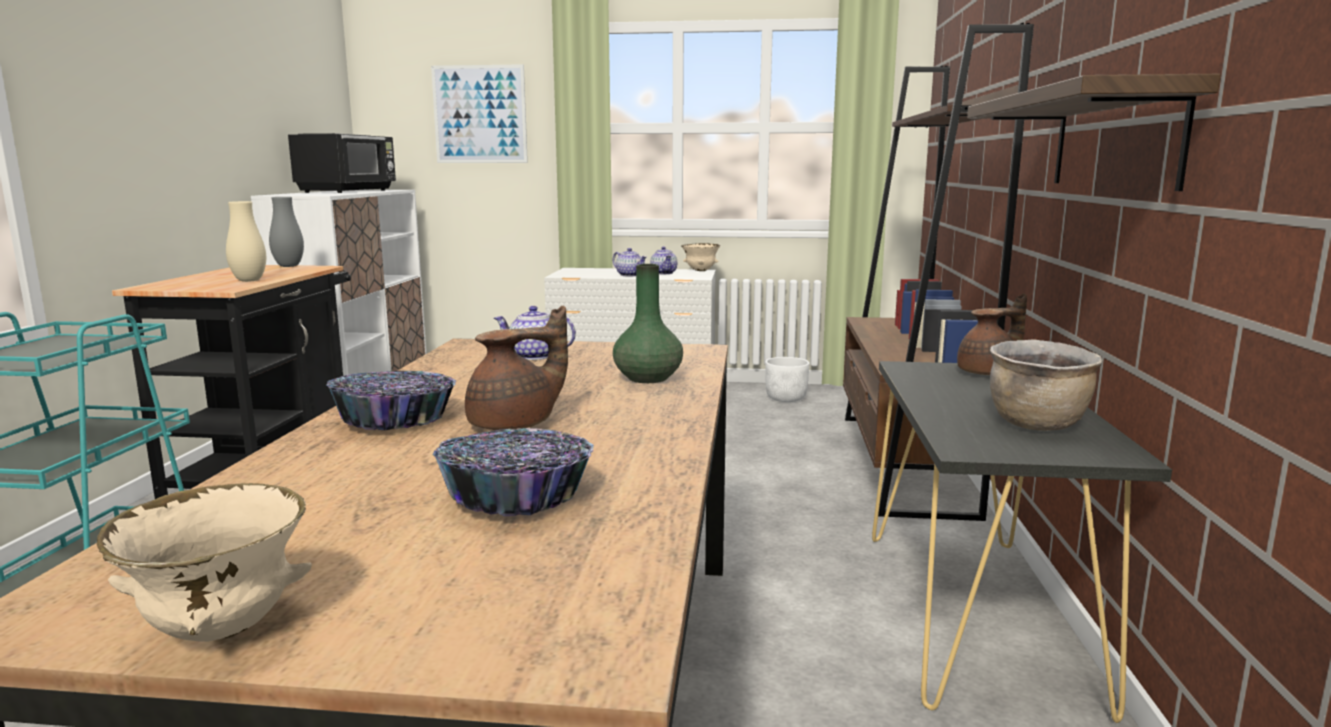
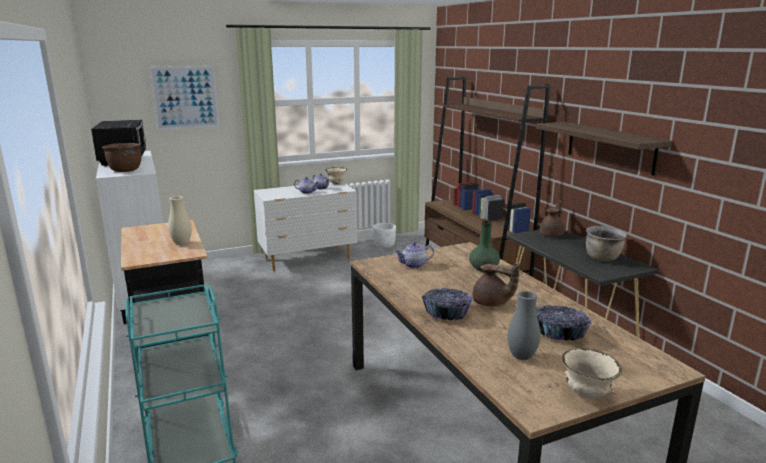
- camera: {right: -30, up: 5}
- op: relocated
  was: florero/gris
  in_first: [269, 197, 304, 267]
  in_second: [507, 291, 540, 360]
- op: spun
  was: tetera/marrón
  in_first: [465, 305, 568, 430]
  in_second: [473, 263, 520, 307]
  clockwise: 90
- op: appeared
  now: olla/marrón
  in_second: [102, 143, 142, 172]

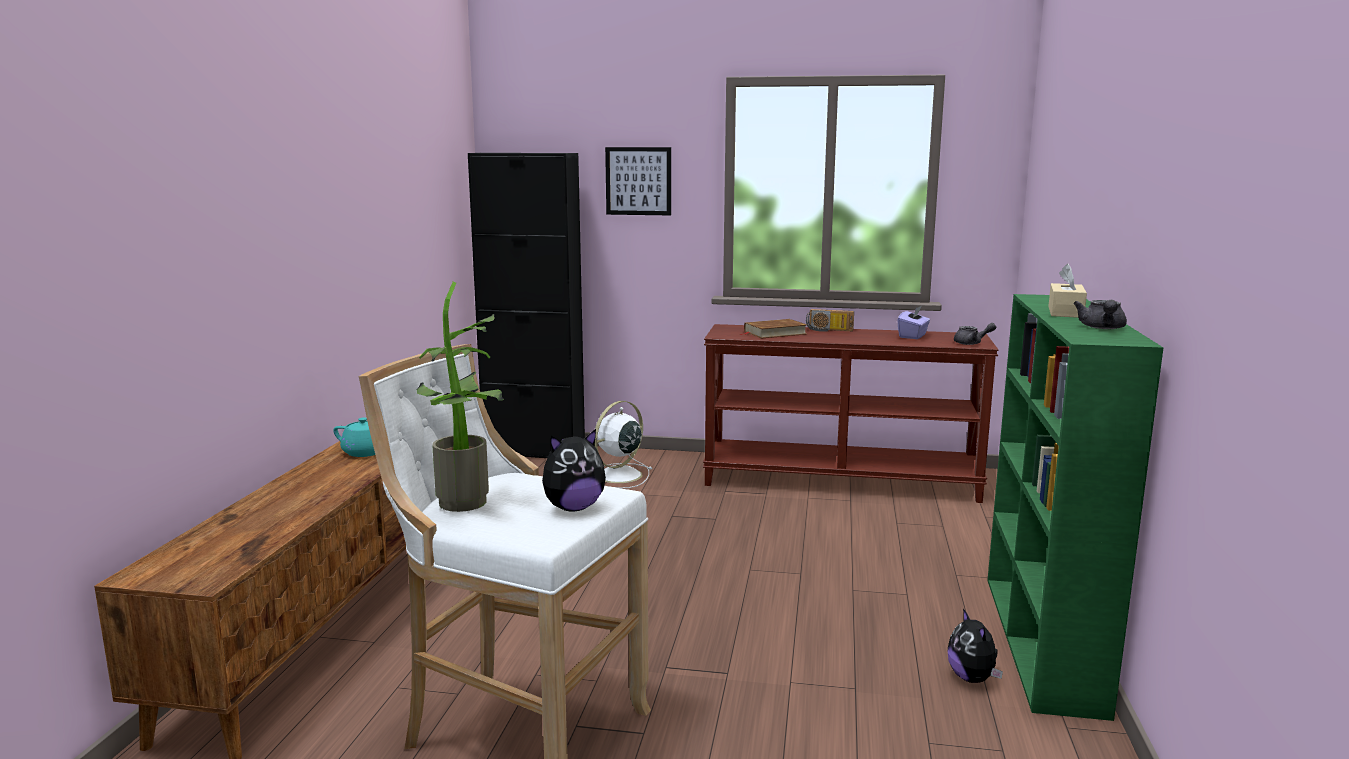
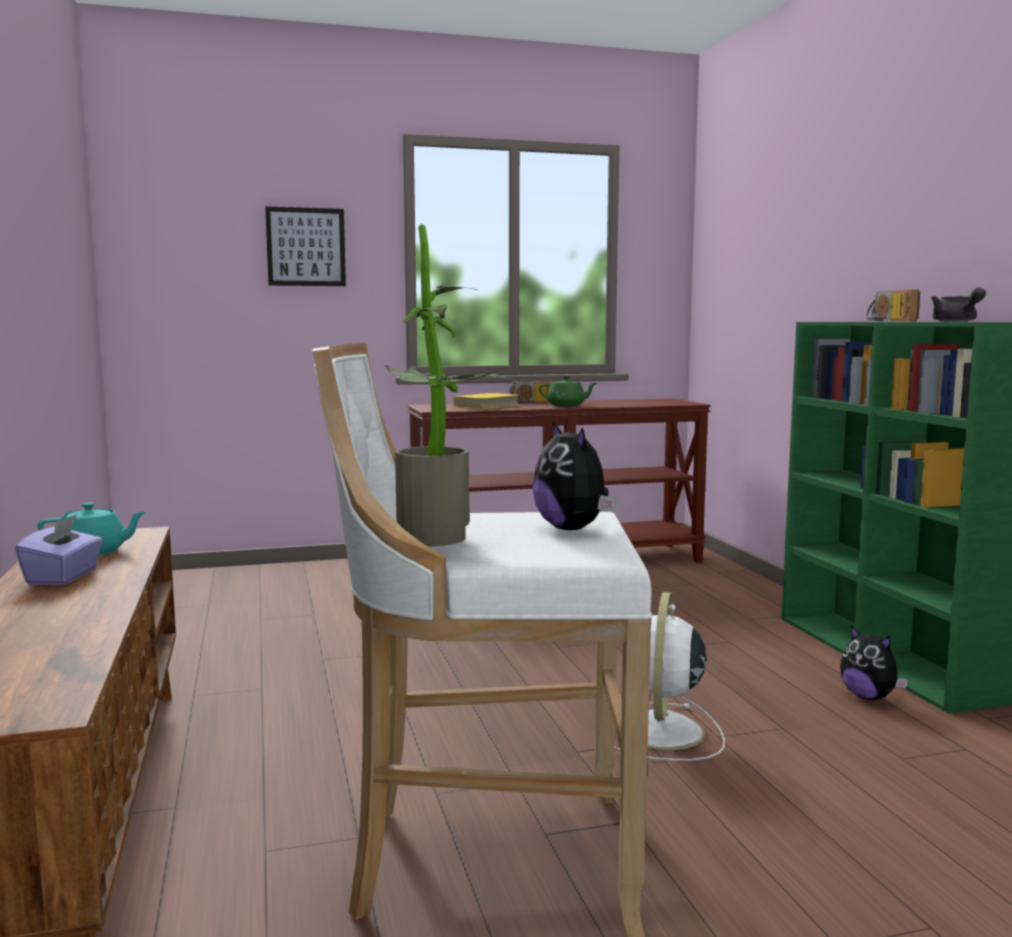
- camera: {right: -25, up: -5}
- op: missing
  was: armario/negro
  in_first: [468, 153, 585, 458]
- op: exchanged
  was: caja de pañuelos/beis
  now: radio
  in_first: [1048, 264, 1087, 318]
  in_second: [867, 290, 920, 321]
- op: relocated
  was: caja de pañuelos/morado
  in_first: [898, 306, 930, 339]
  in_second: [15, 514, 103, 585]
- op: colour
  was: libro/marrón
  now: libro/amarillo
  in_first: [740, 319, 807, 339]
  in_second: [453, 393, 519, 409]
- op: missing
  was: tetera/gris
  in_first: [954, 323, 996, 345]
- op: relocated
  was: ventilador/blanco
  in_first: [595, 401, 652, 488]
  in_second: [614, 592, 725, 761]
- op: spun
  was: peluche
  in_first: [542, 429, 606, 511]
  in_second: [533, 422, 616, 530]
  clockwise: 120
- op: appeared
  now: tetera/verde
  in_second: [539, 376, 597, 406]

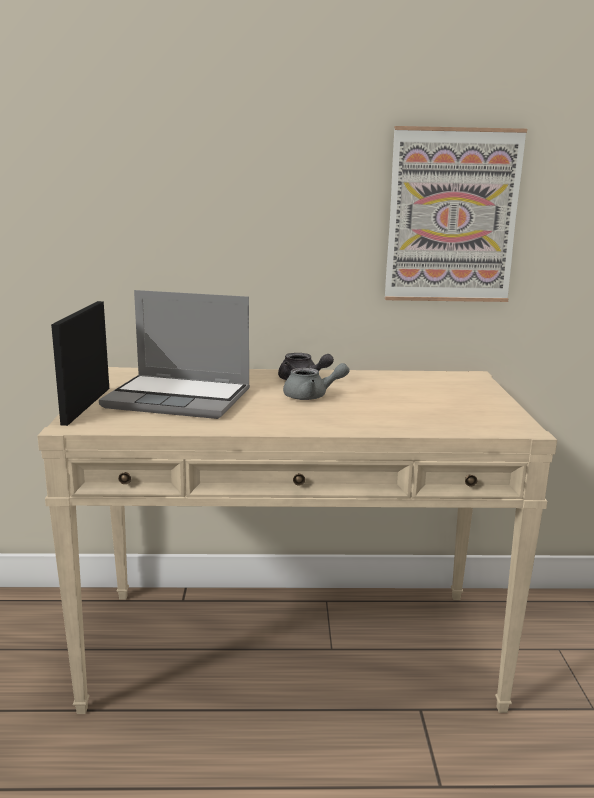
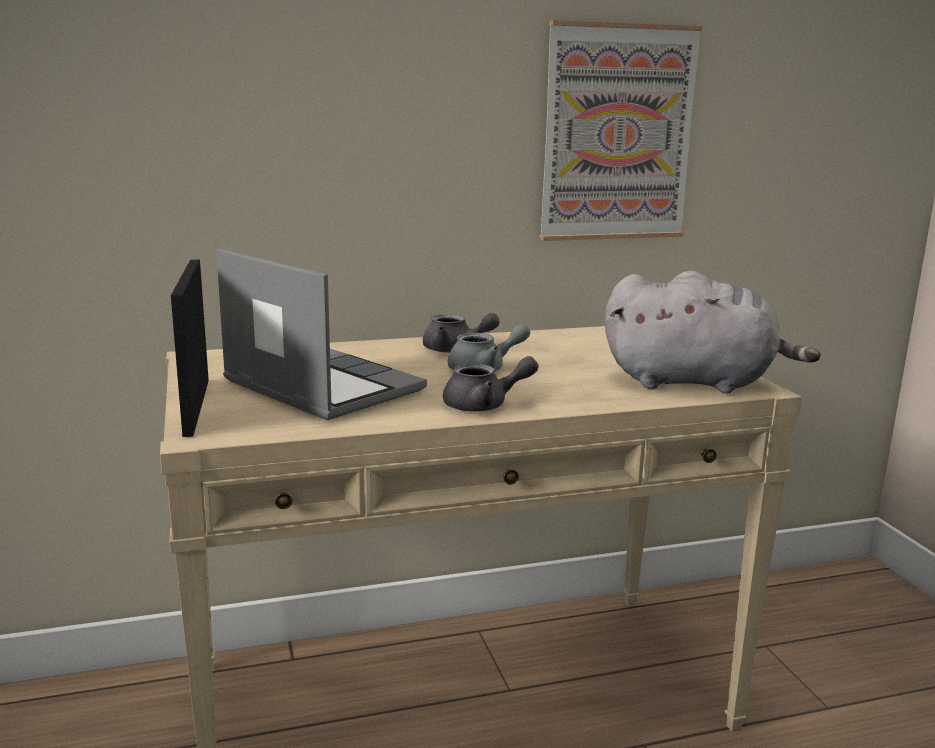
- camera: {right: -15, up: 0}
- op: spun
  was: portátil
  in_first: [99, 290, 250, 419]
  in_second: [216, 248, 427, 420]
  clockwise: -135
- op: appeared
  now: peluche/gris
  in_second: [605, 271, 821, 394]
- op: appeared
  now: tetera/gris
  in_second: [443, 356, 539, 412]

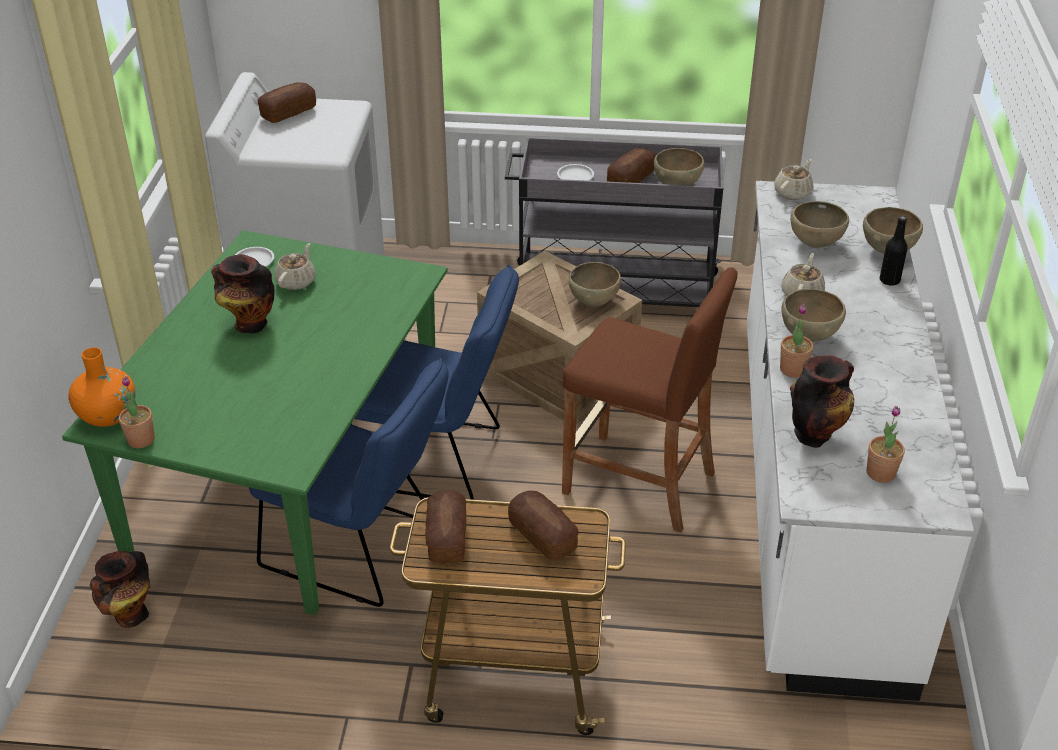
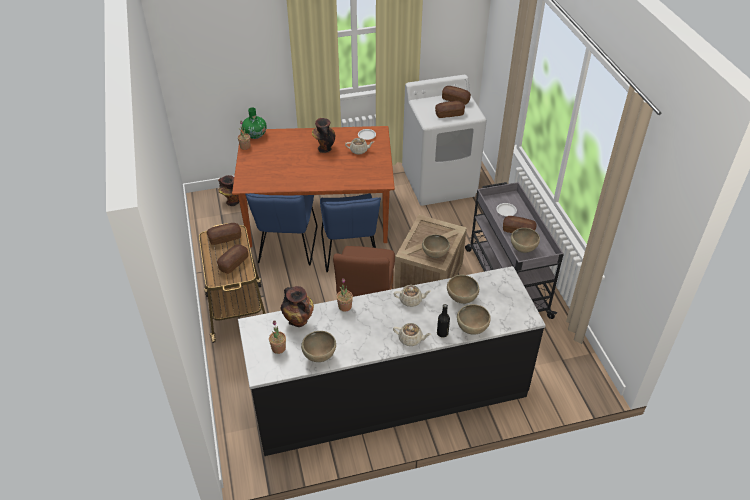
- camera: {right: 70, up: 5}
- op: relocated
  was: tetera/beis
  in_first: [774, 159, 813, 200]
  in_second: [393, 323, 431, 346]
- op: colour
  was: mueble bajo de cocina/blanco
  now: mueble bajo de cocina/negro
  in_first: [747, 181, 974, 701]
  in_second: [238, 266, 546, 456]
- op: colour
  was: mesa de comedor/verde
  now: mesa de comedor/marrón
  in_first: [62, 230, 448, 615]
  in_second: [232, 126, 395, 247]
- op: relocated
  was: cuenco/marrón
  in_first: [781, 289, 846, 342]
  in_second: [301, 331, 336, 362]
- op: colour
  was: florero/naranja
  now: florero/verde
  in_first: [68, 347, 136, 427]
  in_second: [242, 107, 267, 139]
- op: appeared
  now: pan
  in_second: [435, 101, 465, 118]

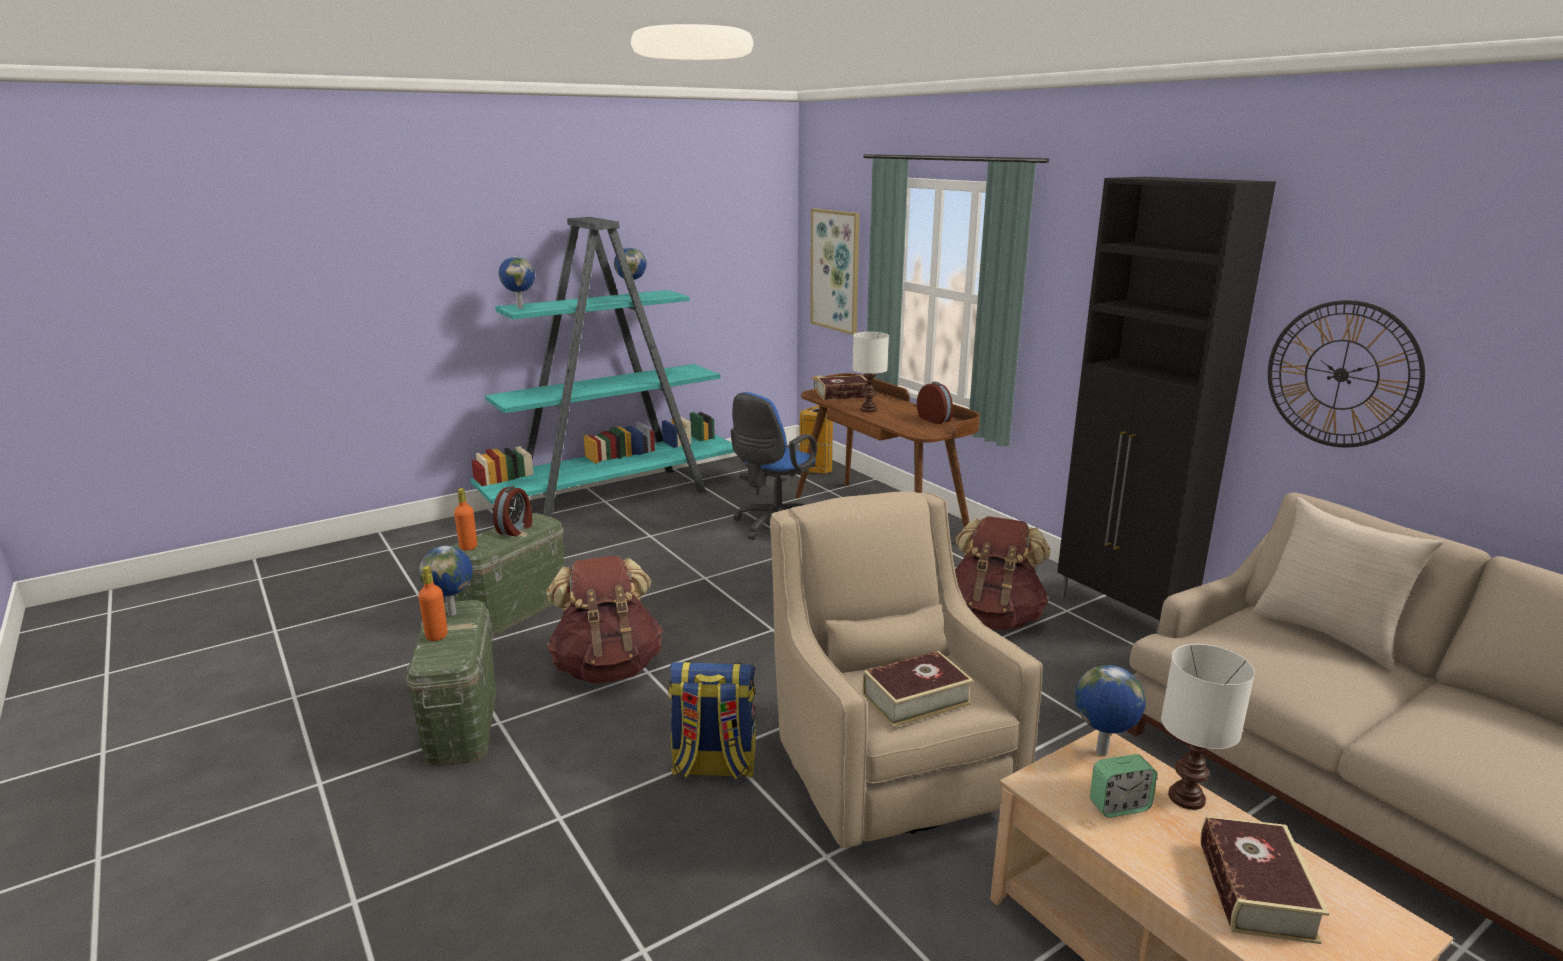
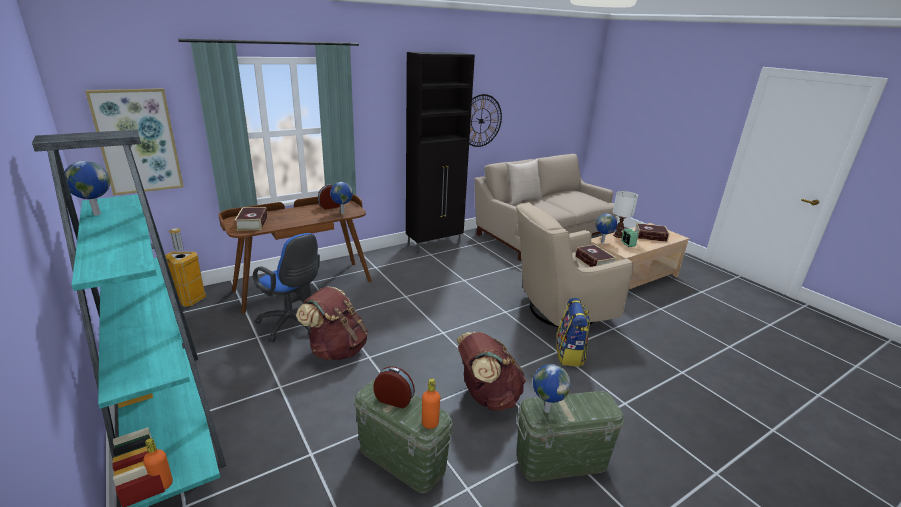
- camera: {right: -90, up: 5}
- op: relocated
  was: globo terráqueo
  in_first: [499, 256, 535, 309]
  in_second: [330, 182, 353, 214]
- op: missing
  was: lámpara de mesa/blanco
  in_first: [852, 332, 889, 412]
- op: relocated
  was: mochila/marrón
  in_first: [955, 516, 1051, 630]
  in_second: [296, 286, 368, 361]
- op: relocated
  was: botella/naranja
  in_first: [418, 566, 448, 641]
  in_second: [143, 438, 173, 490]

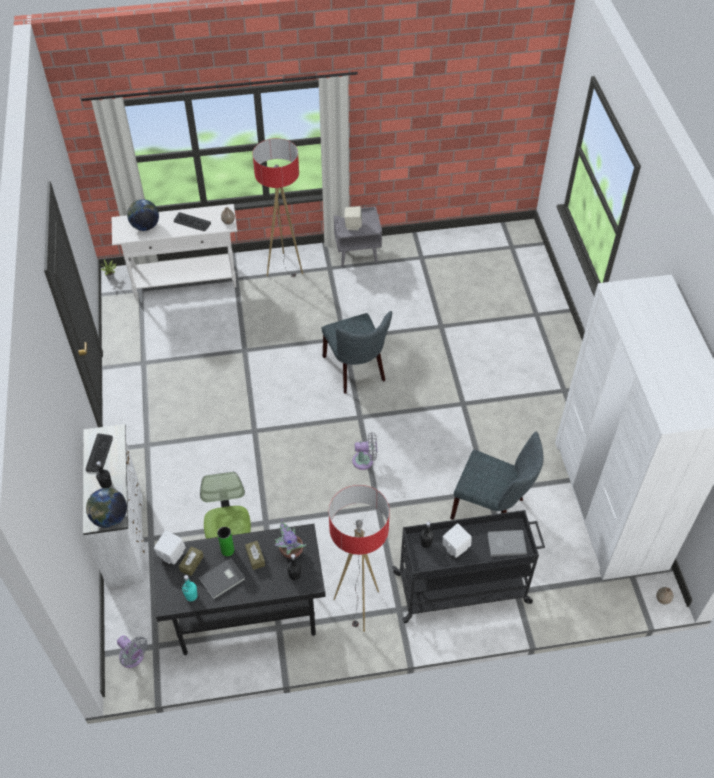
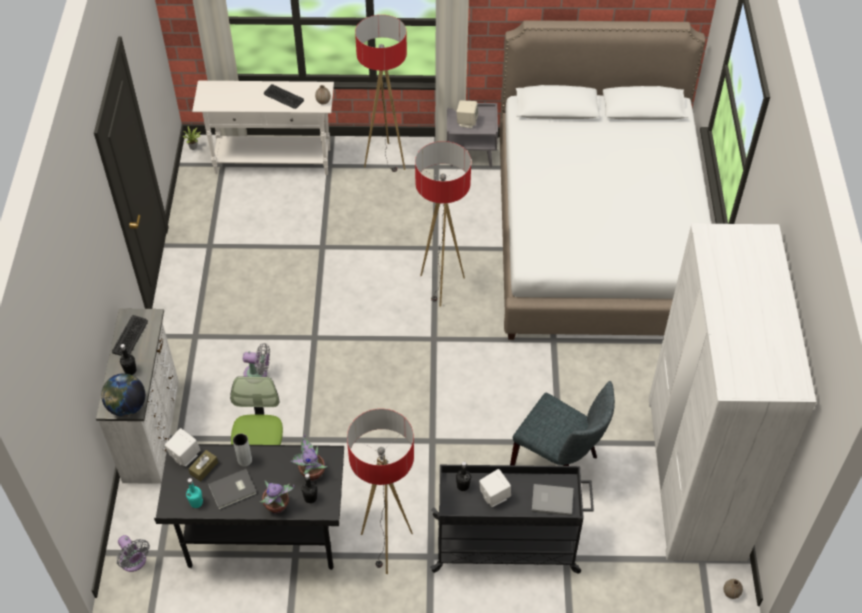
- camera: {right: 10, up: 0}
- op: missing
  was: globo terráqueo
  in_first: [127, 199, 159, 231]
- op: exchanged
  was: silla/gris
  now: lámpara de pie
  in_first: [322, 311, 392, 394]
  in_second: [415, 141, 471, 307]
- op: relocated
  was: ventilador/gris
  in_first: [352, 432, 377, 470]
  in_second: [243, 343, 270, 377]
- op: colour
  was: florero/verde
  now: florero/gris
  in_first: [217, 527, 234, 556]
  in_second: [233, 433, 252, 467]
- op: missing
  was: caja de pañuelos/marrón
  in_first: [245, 541, 265, 570]
- op: appeared
  now: cama/blanco
  in_second: [499, 20, 711, 340]
- op: appeared
  now: planta en maceta
  in_second: [260, 480, 295, 514]

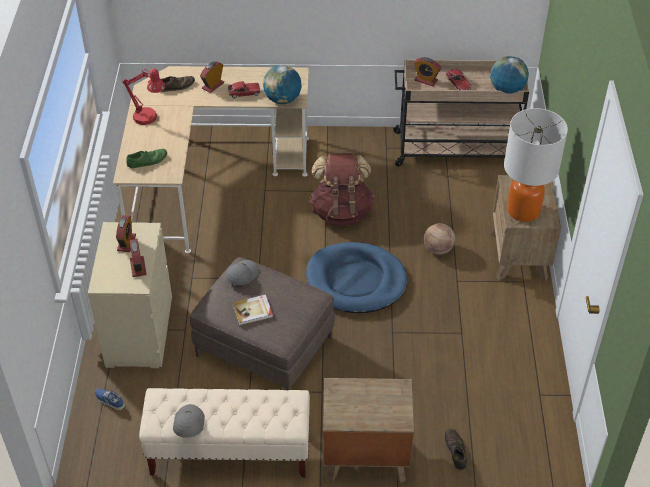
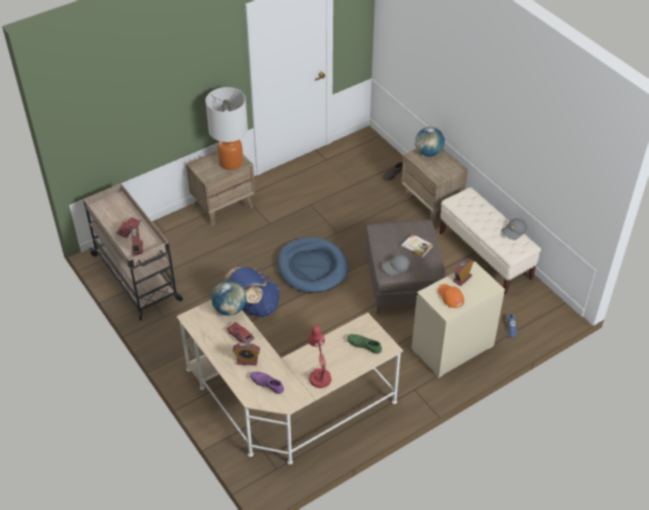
- camera: {right: -125, up: 0}
- op: relocated
  was: globo terráqueo
  in_first: [490, 56, 529, 94]
  in_second: [415, 127, 445, 157]
- op: colour
  was: zapato/marrón
  now: zapato/morado
  in_first: [161, 76, 195, 92]
  in_second: [250, 371, 284, 394]
- op: colour
  was: mochila/marrón
  now: mochila/azul
  in_first: [309, 153, 374, 226]
  in_second: [224, 267, 280, 317]
- op: exchanged
  was: despertador
  now: gorra/naranja
  in_first: [116, 215, 136, 252]
  in_second: [438, 284, 464, 308]
- op: missing
  was: balón de baloncesto
  in_first: [424, 223, 455, 255]

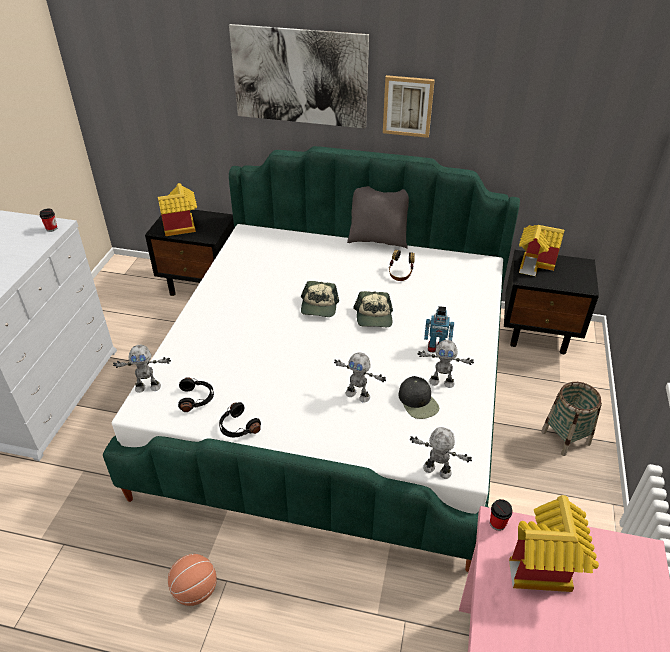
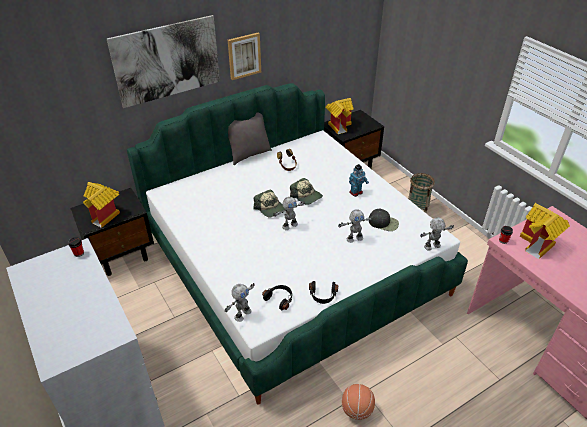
- camera: {right: -45, up: 0}
- op: relocated
  was: robot de juguete
  in_first: [418, 340, 474, 388]
  in_second: [273, 197, 305, 230]

